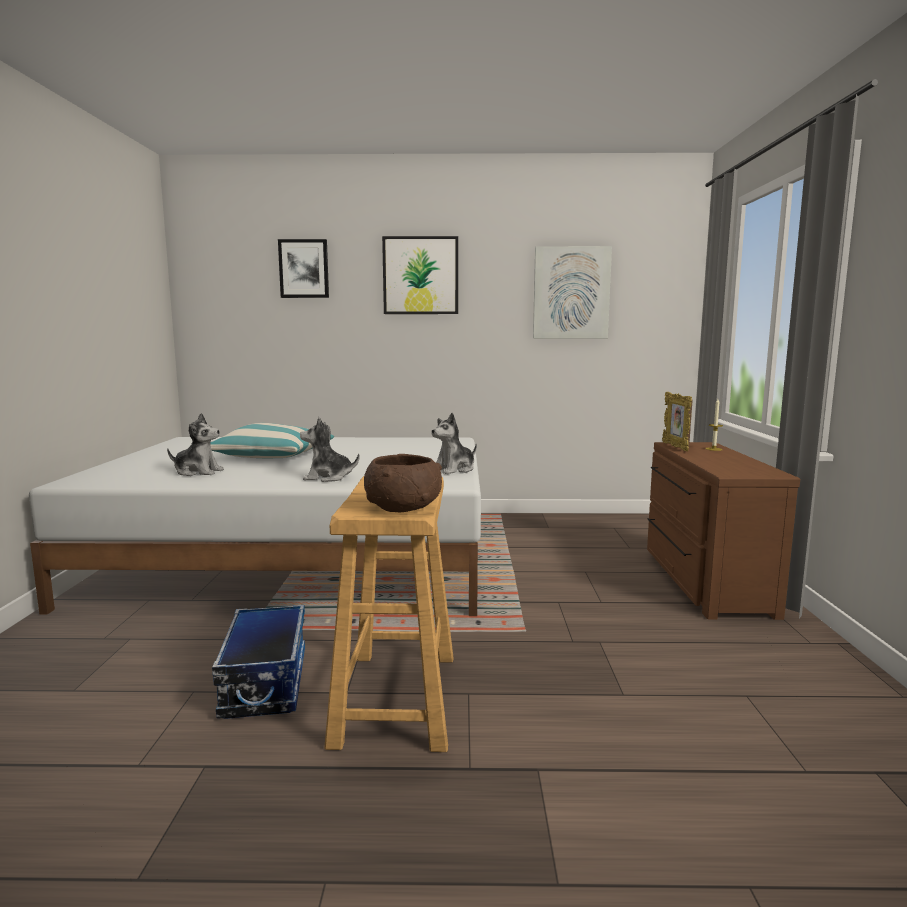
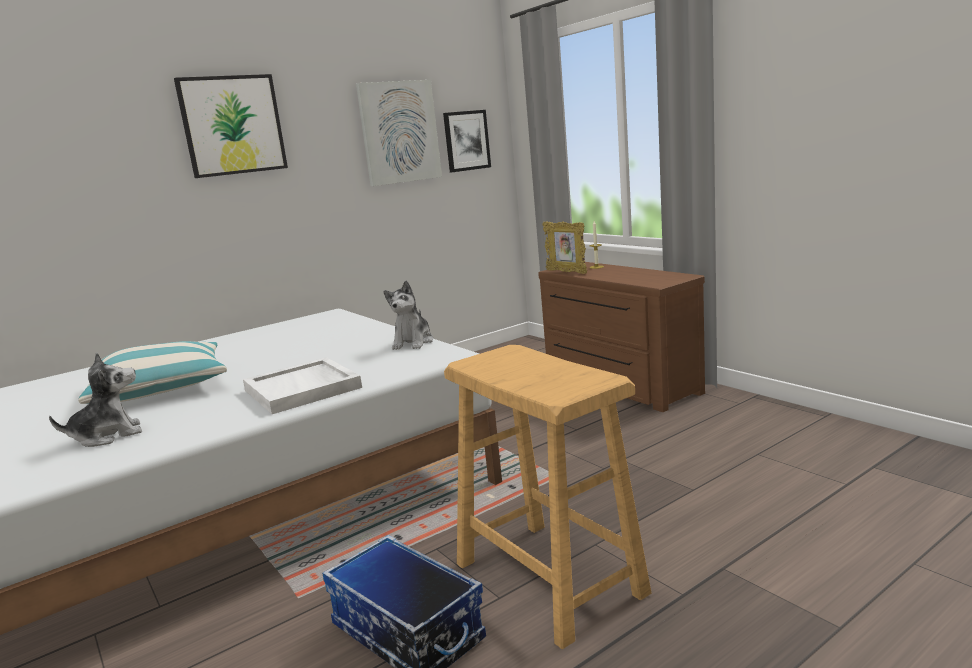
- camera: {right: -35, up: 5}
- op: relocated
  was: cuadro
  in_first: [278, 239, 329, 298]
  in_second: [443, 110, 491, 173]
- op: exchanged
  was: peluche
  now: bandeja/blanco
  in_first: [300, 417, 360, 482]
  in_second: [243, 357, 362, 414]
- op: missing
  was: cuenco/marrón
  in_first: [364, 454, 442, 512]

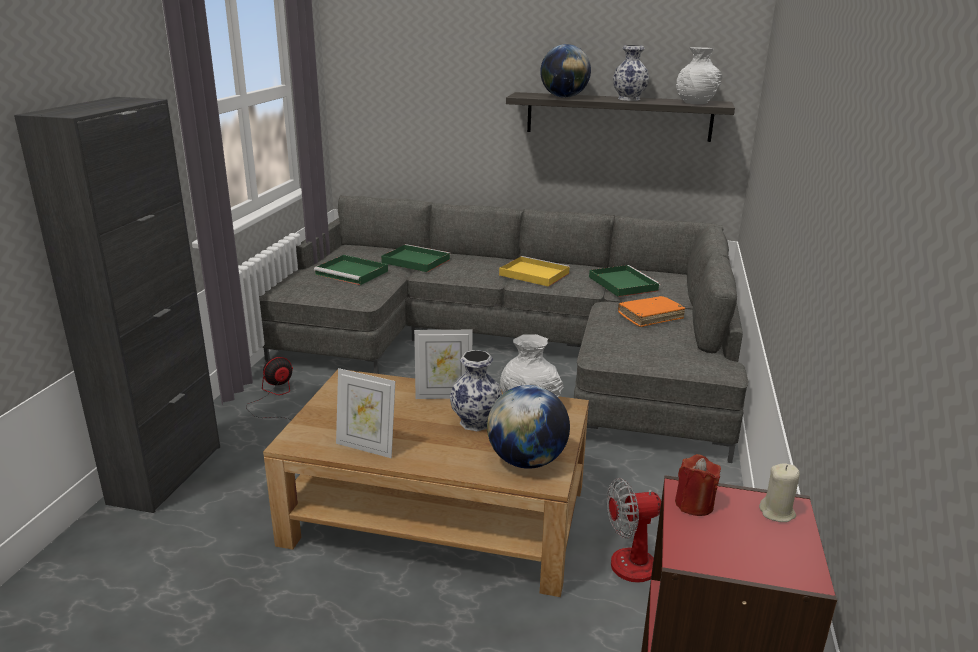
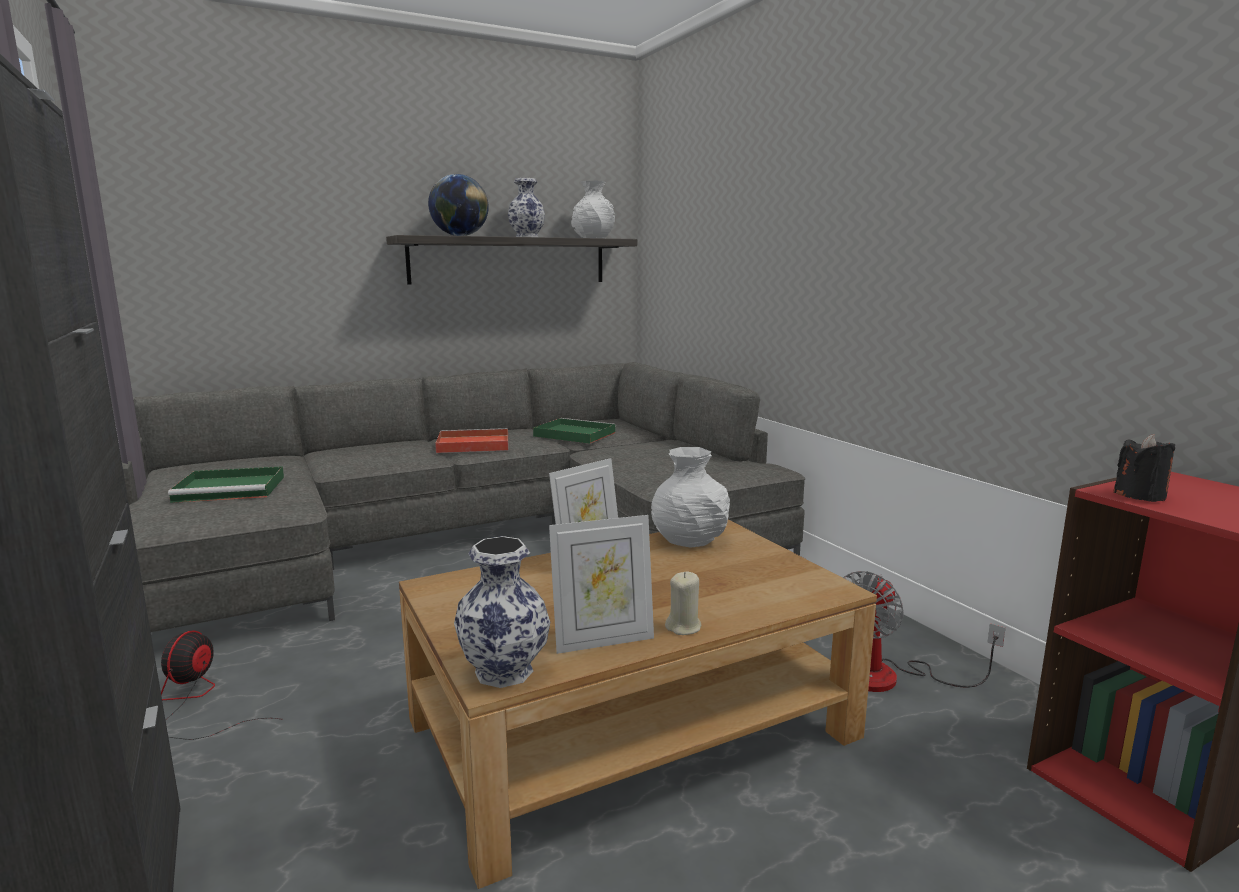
- camera: {right: -40, up: -10}
- op: missing
  was: bandeja/verde
  in_first: [381, 244, 451, 272]
- op: colour
  was: bandeja/amarillo
  now: bandeja/rojo
  in_first: [499, 256, 570, 287]
  in_second: [435, 428, 508, 453]
- op: missing
  was: libro/naranja
  in_first: [618, 296, 686, 327]
- op: relocated
  was: florero
  in_first: [450, 350, 502, 431]
  in_second: [454, 536, 550, 688]
- op: missing
  was: globo terráqueo
  in_first: [487, 385, 570, 469]
- op: colour
  was: vela/rojo
  now: vela/negro
  in_first: [675, 454, 721, 516]
  in_second: [1113, 434, 1175, 502]
- op: relocated
  was: vela/beis
  in_first: [759, 463, 800, 522]
  in_second: [665, 572, 701, 635]

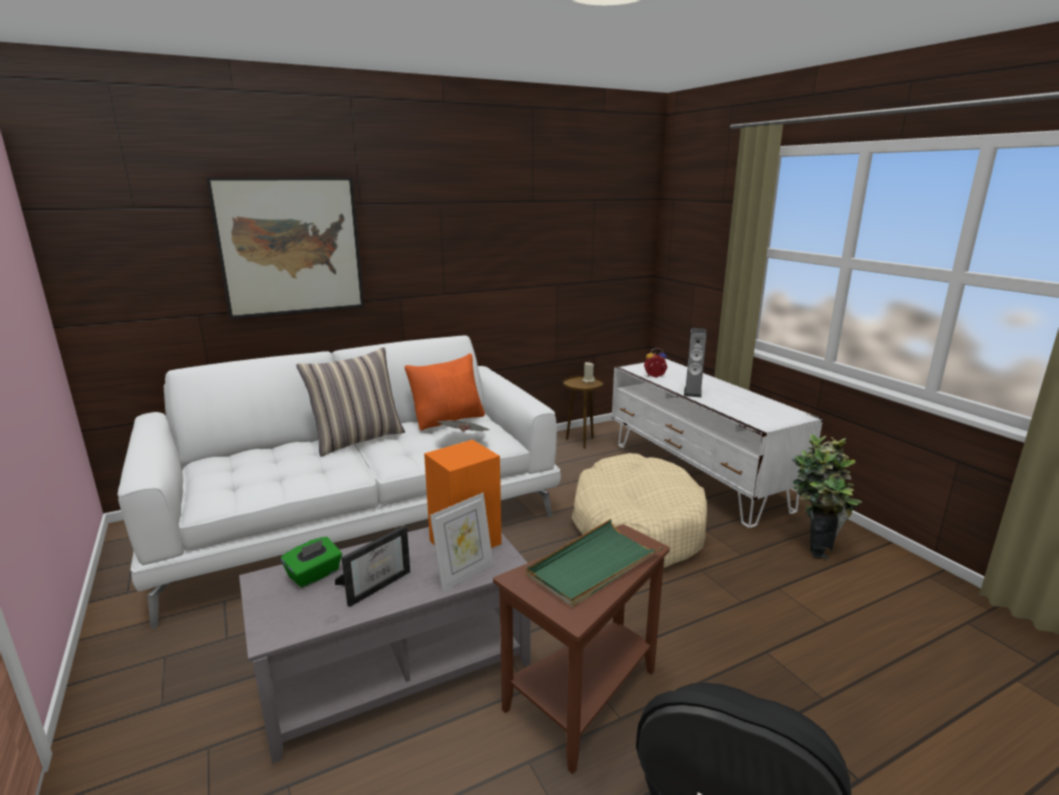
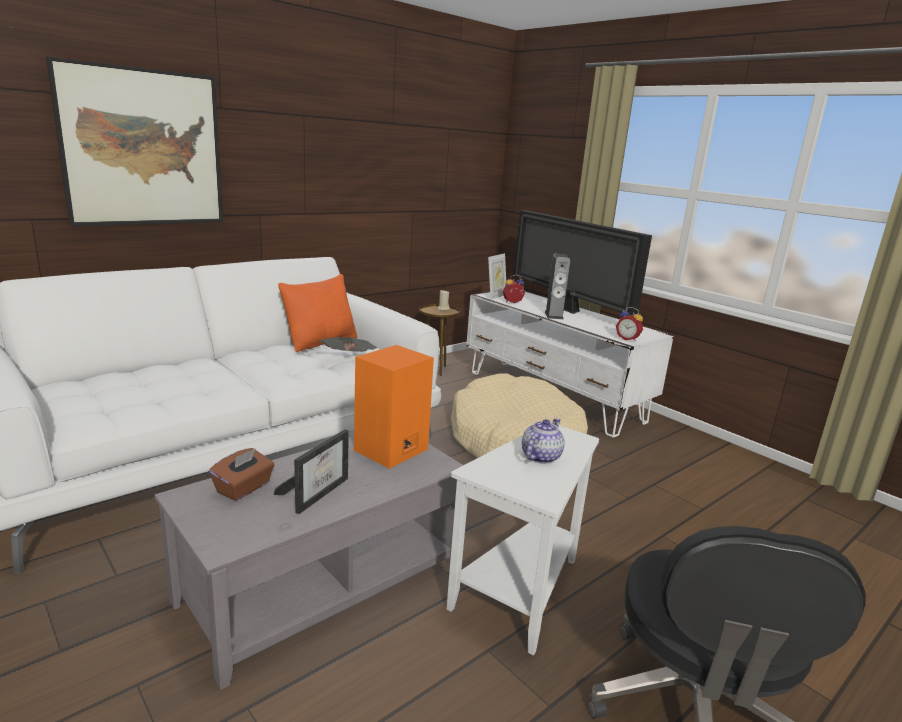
- camera: {right: -15, up: 0}
- op: missing
  was: cojín
  in_first: [296, 347, 405, 456]
- op: missing
  was: planta en maceta
  in_first: [792, 434, 862, 559]
- op: relocated
  was: portarretratos
  in_first: [430, 493, 493, 592]
  in_second: [488, 253, 506, 300]
- op: exchanged
  was: bandeja/verde
  now: tetera
  in_first: [526, 519, 663, 607]
  in_second: [522, 418, 564, 464]
- op: colour
  was: mesa auxiliar/marrón
  now: mesa auxiliar/blanco
  in_first: [493, 524, 670, 774]
  in_second: [446, 426, 599, 655]
- op: colour
  was: caja de pañuelos/verde
  now: caja de pañuelos/marrón
  in_first: [281, 537, 342, 588]
  in_second: [209, 448, 274, 501]
- op: appeared
  now: televisor
  in_second: [513, 211, 652, 315]
- op: appeared
  now: despertador
  in_second: [616, 307, 643, 341]

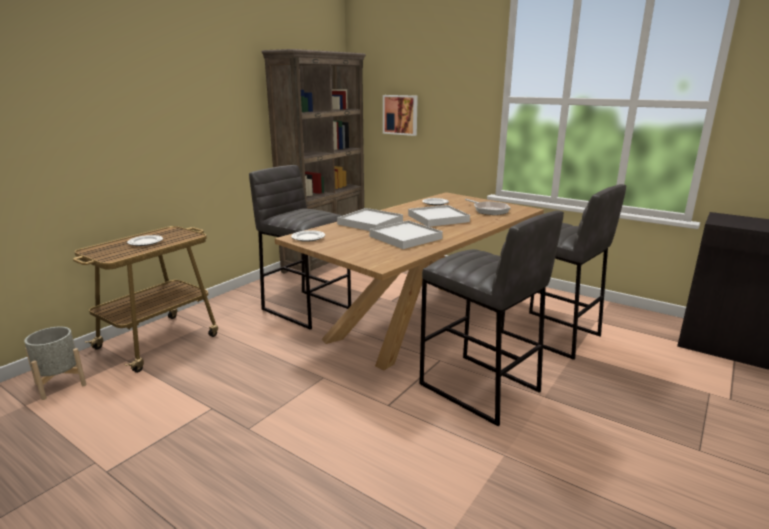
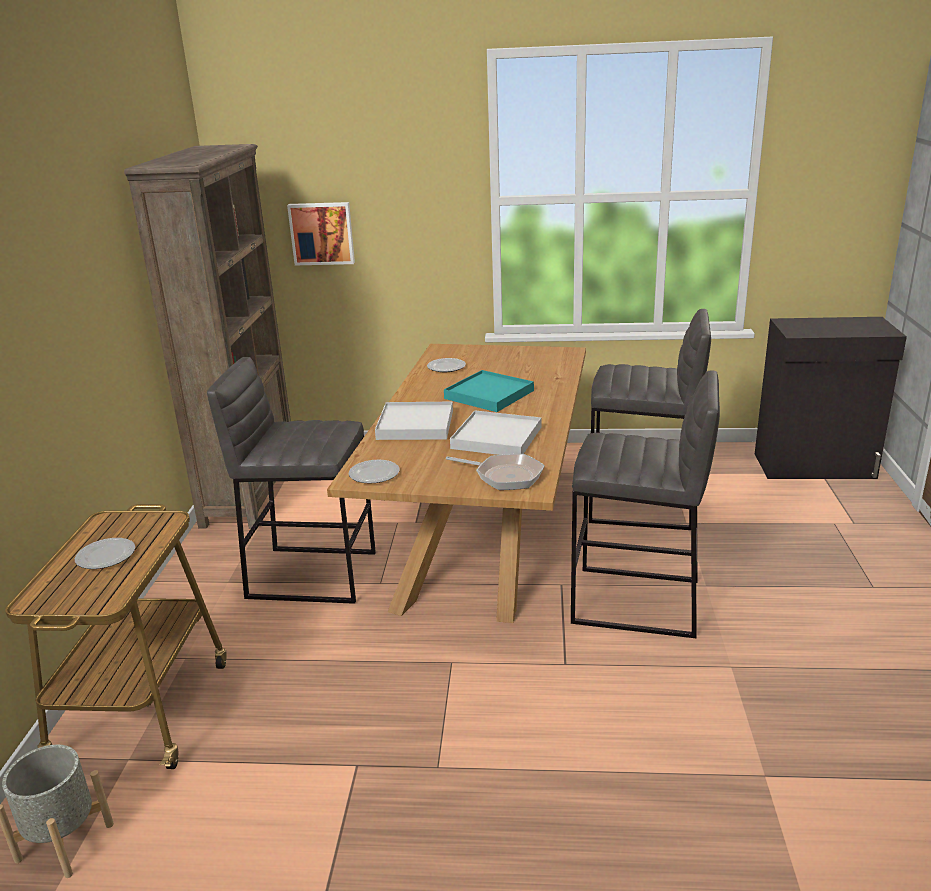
- camera: {right: -30, up: 5}
- op: relocated
  was: sartén
  in_first: [465, 199, 510, 215]
  in_second: [446, 454, 545, 490]
- op: colour
  was: bandeja/blanco
  now: bandeja/turquesa
  in_first: [408, 205, 470, 227]
  in_second: [444, 370, 534, 412]

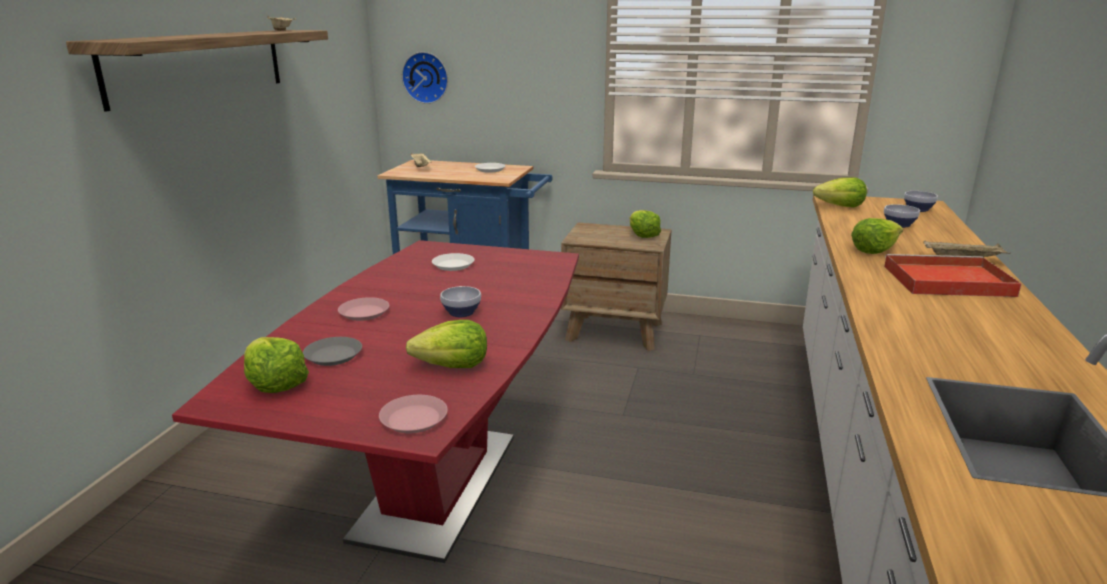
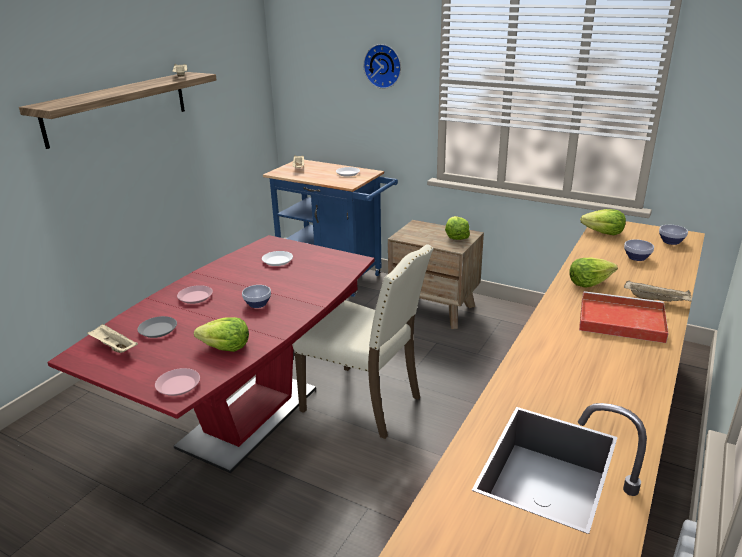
- camera: {right: 15, up: 5}
- op: relocated
  was: reloj de pared
  in_first: [402, 52, 448, 104]
  in_second: [363, 44, 401, 89]
- op: exchanged
  was: lechuga
  now: bandeja/beis
  in_first: [244, 337, 309, 393]
  in_second: [87, 323, 138, 353]
- op: appeared
  now: silla/beis
  in_second: [292, 244, 434, 439]

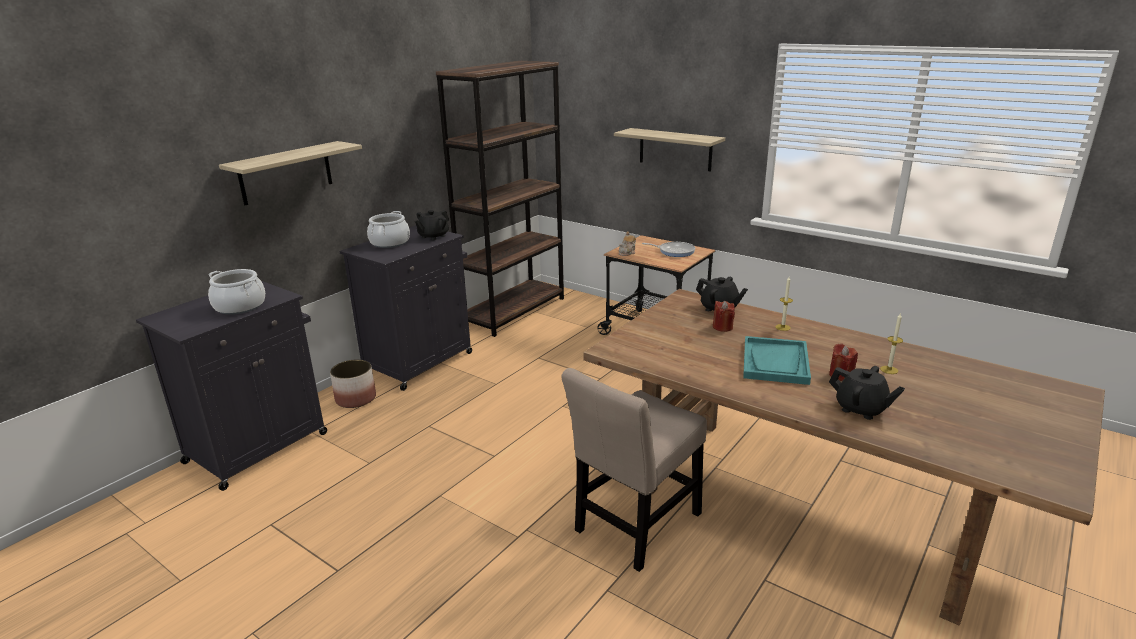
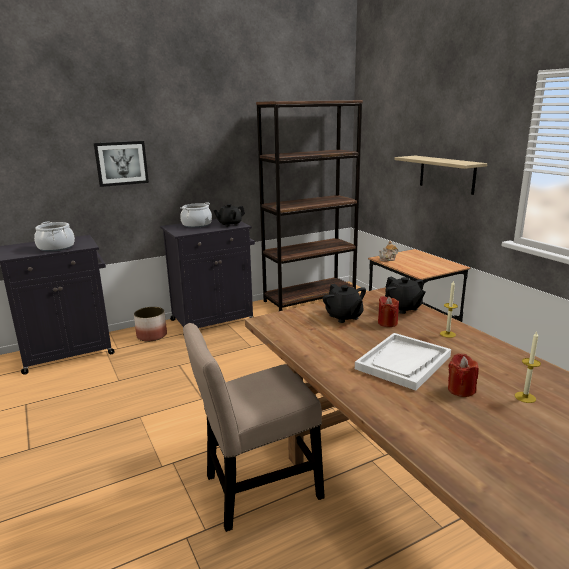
- camera: {right: 25, up: -5}
- op: exchanged
  was: estante
  now: cuadro
  in_first: [219, 141, 362, 205]
  in_second: [94, 141, 149, 187]
- op: missing
  was: sartén
  in_first: [642, 242, 695, 257]
- op: colour
  was: bandeja/turquesa
  now: bandeja/blanco
  in_first: [743, 336, 811, 385]
  in_second: [355, 333, 451, 391]
- op: relocated
  was: tetera/negro
  in_first: [829, 366, 905, 420]
  in_second: [323, 284, 366, 323]

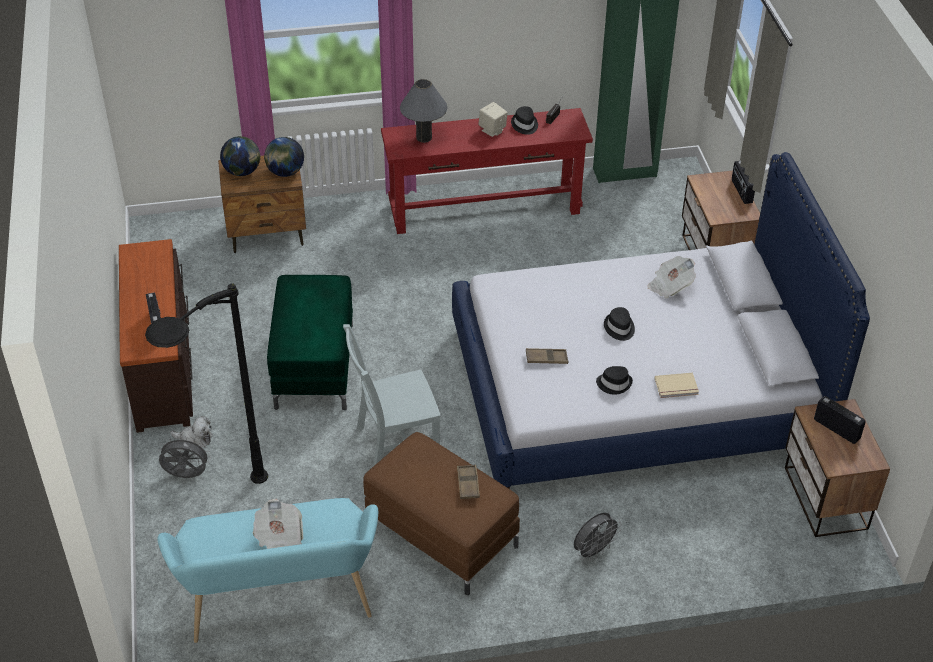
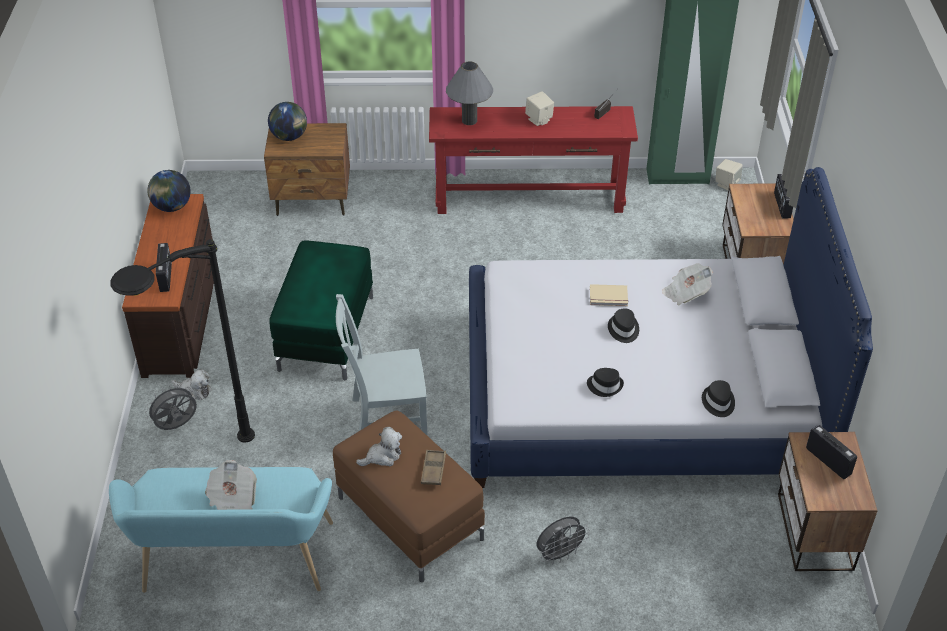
- camera: {right: 10, up: 0}
- op: relocated
  was: sombrero/negro
  in_first: [511, 106, 538, 135]
  in_second: [702, 380, 735, 417]
- op: relocated
  was: globo terráqueo
  in_first: [264, 137, 304, 177]
  in_second: [147, 170, 191, 212]
- op: missing
  was: bandeja/marrón
  in_first: [526, 348, 568, 364]
- op: relocated
  was: libro/beis
  in_first: [655, 373, 699, 398]
  in_second: [590, 284, 628, 306]
- op: spun
  was: ventilador/gris
  in_first: [158, 436, 211, 478]
  in_second: [145, 384, 197, 430]
  clockwise: -45
- op: appeared
  now: altavoz/beis
  in_second: [716, 159, 742, 190]
- op: appeared
  now: peluche
  in_second: [356, 427, 402, 466]

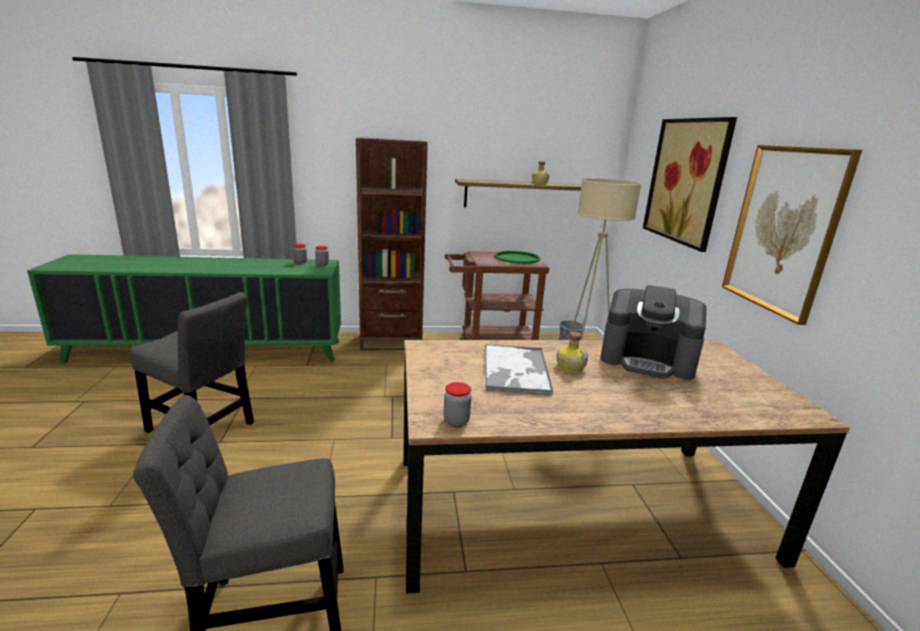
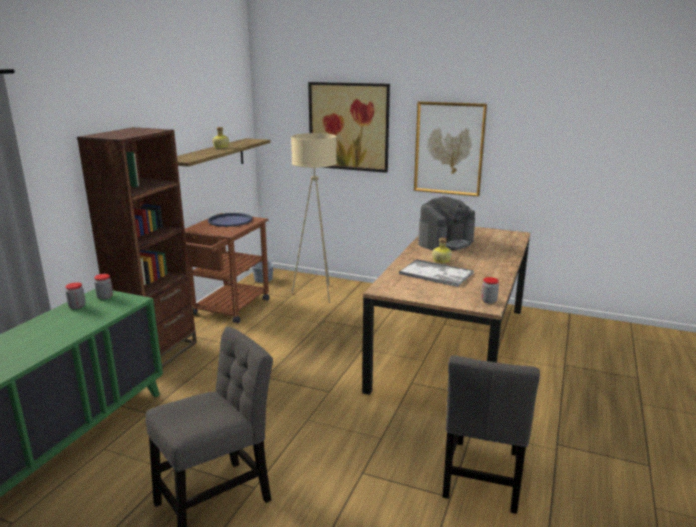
- camera: {right: -60, up: 0}
- op: colour
  was: bandeja/verde
  now: bandeja/azul
  in_first: [495, 251, 541, 264]
  in_second: [208, 213, 253, 227]

